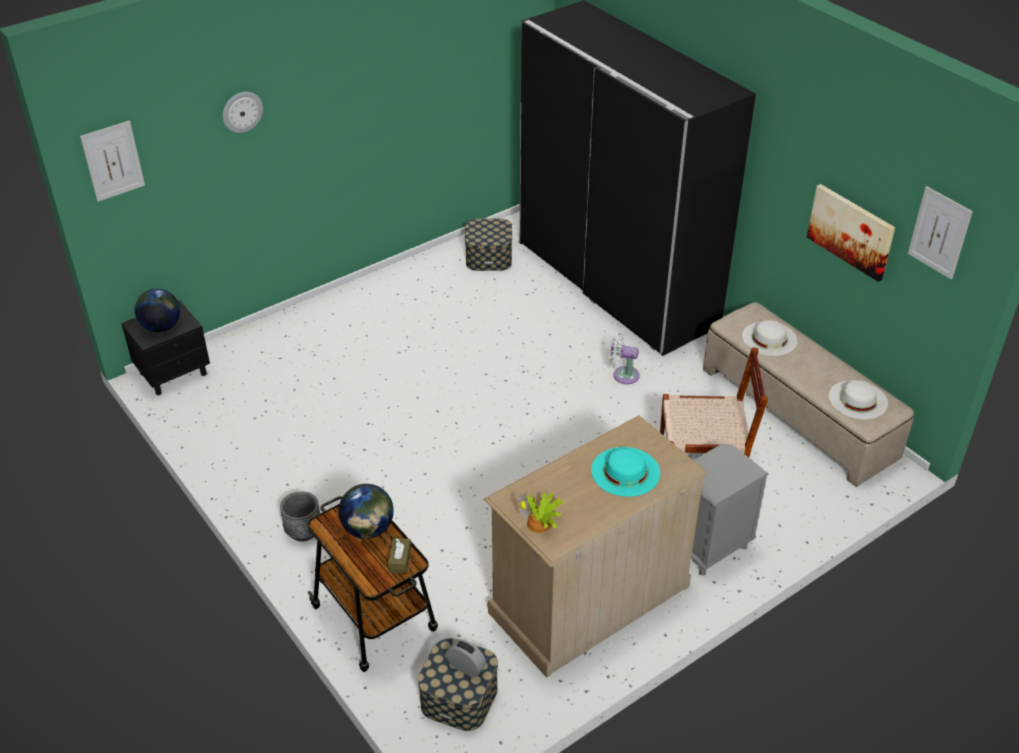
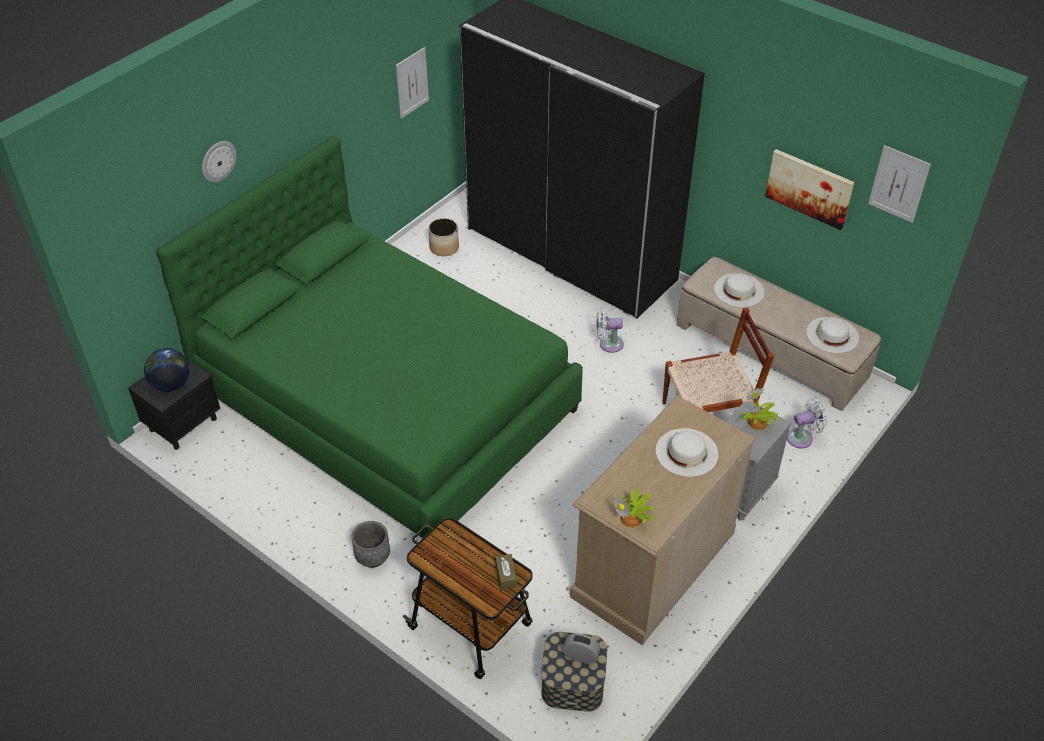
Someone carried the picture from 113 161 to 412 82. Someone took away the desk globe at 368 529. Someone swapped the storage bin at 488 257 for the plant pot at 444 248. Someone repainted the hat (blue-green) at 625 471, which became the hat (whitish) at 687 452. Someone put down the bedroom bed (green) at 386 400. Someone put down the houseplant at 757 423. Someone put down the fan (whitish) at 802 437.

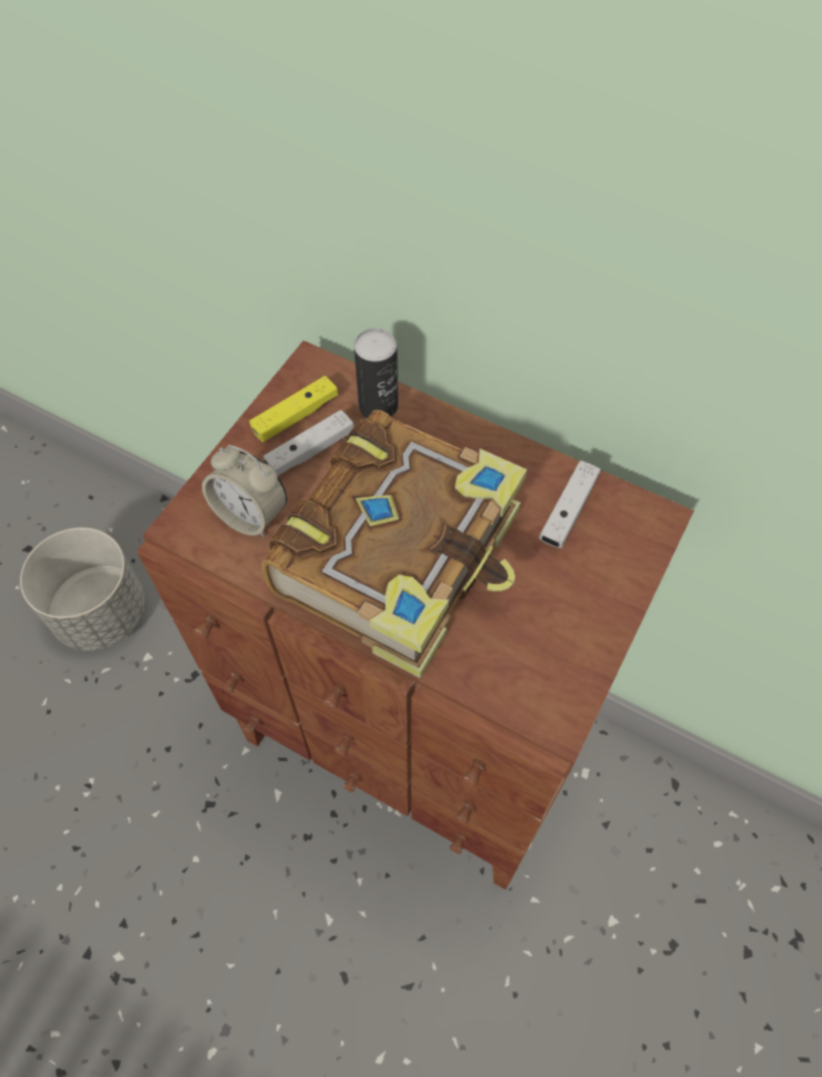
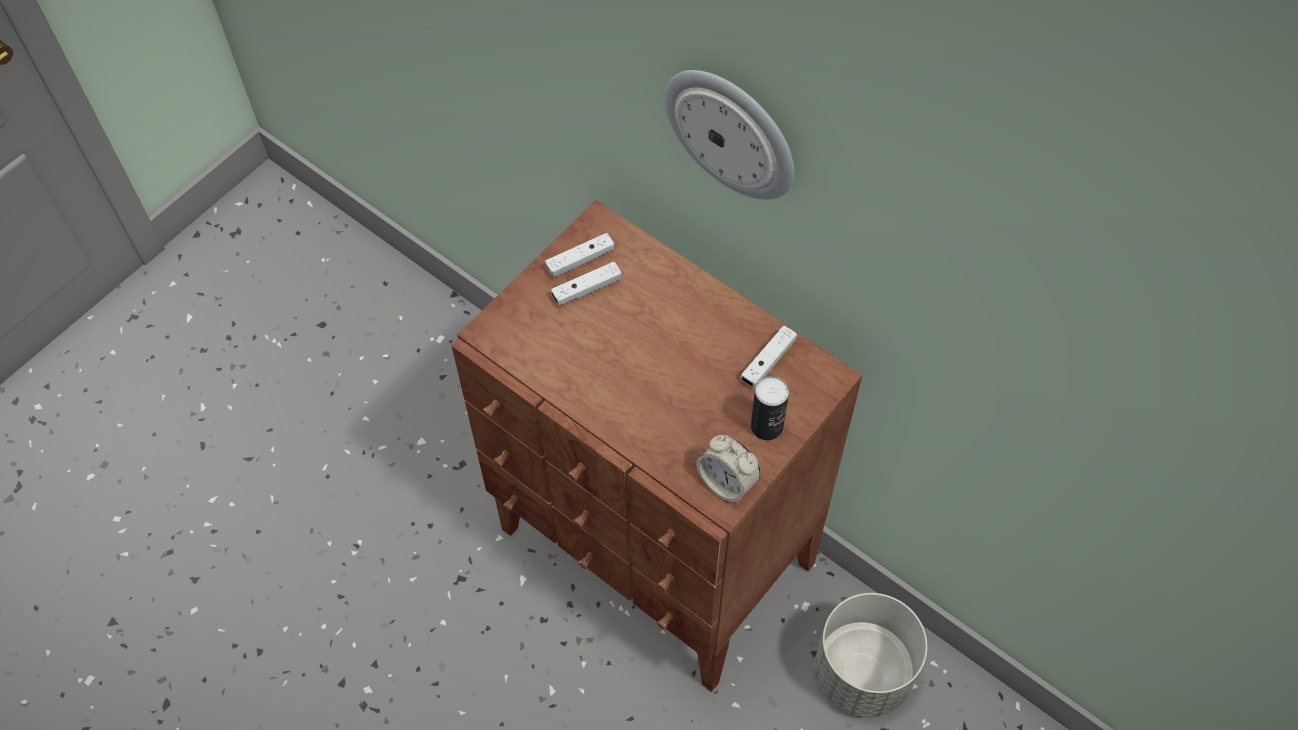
Someone carried the plant pot (grey) from 102 612 to 863 672. Someone carried the alarm clock from 251 515 to 727 482. Someone repainted the gamepad (yellowish) at 295 416, which became the gamepad (whitish) at 580 260. Someone took away the book at 402 554. Someone carried the can from 378 406 to 766 426. Someone put up the wall clock at 732 132.

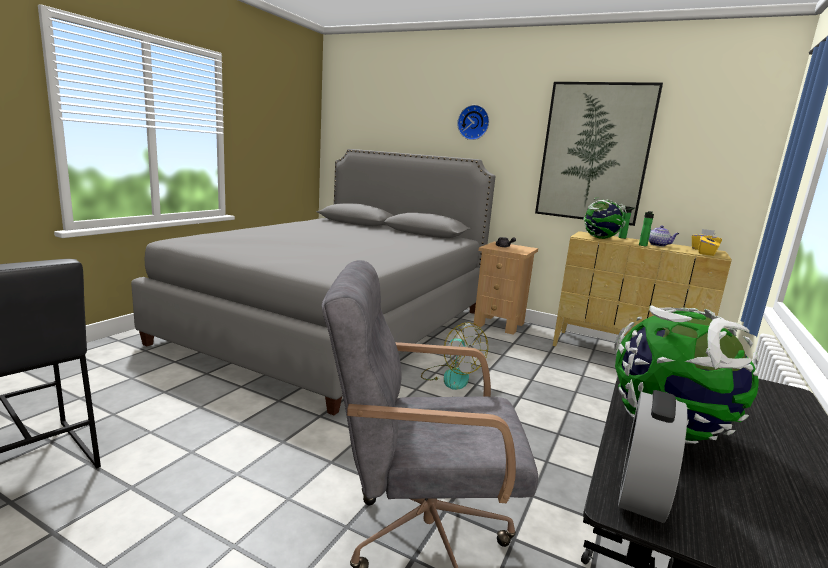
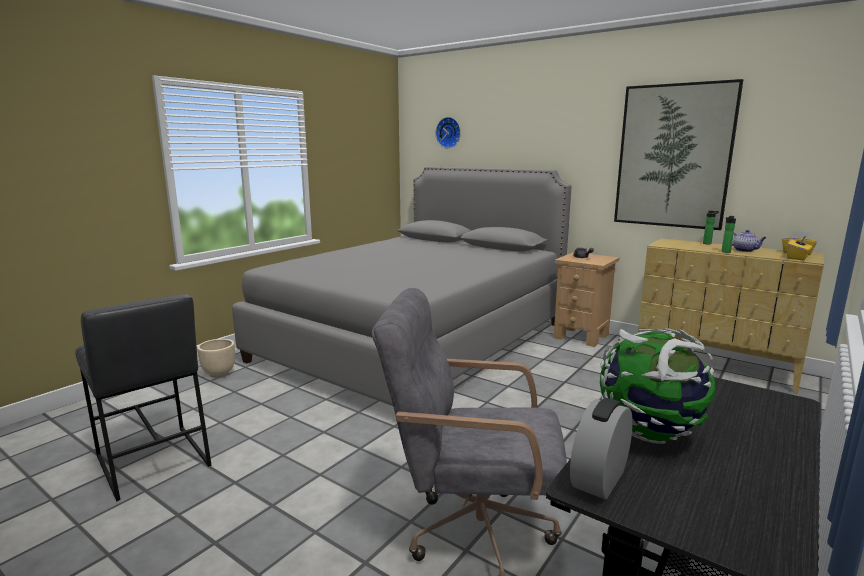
Someone took away the fan at 450 376. Someone carried the wall clock from 474 122 to 449 132. Someone took away the desk globe at 600 238. Someone put down the plant pot (beige) at 219 374.

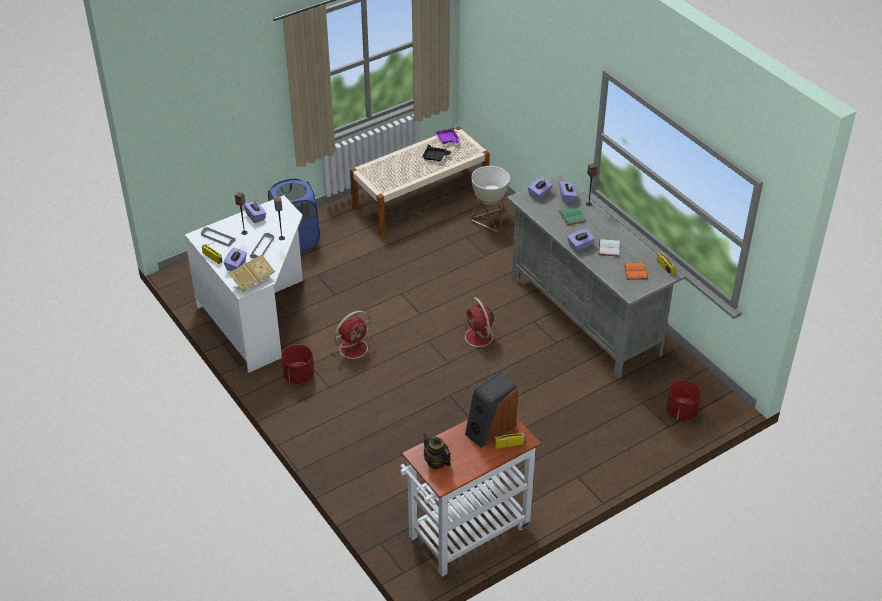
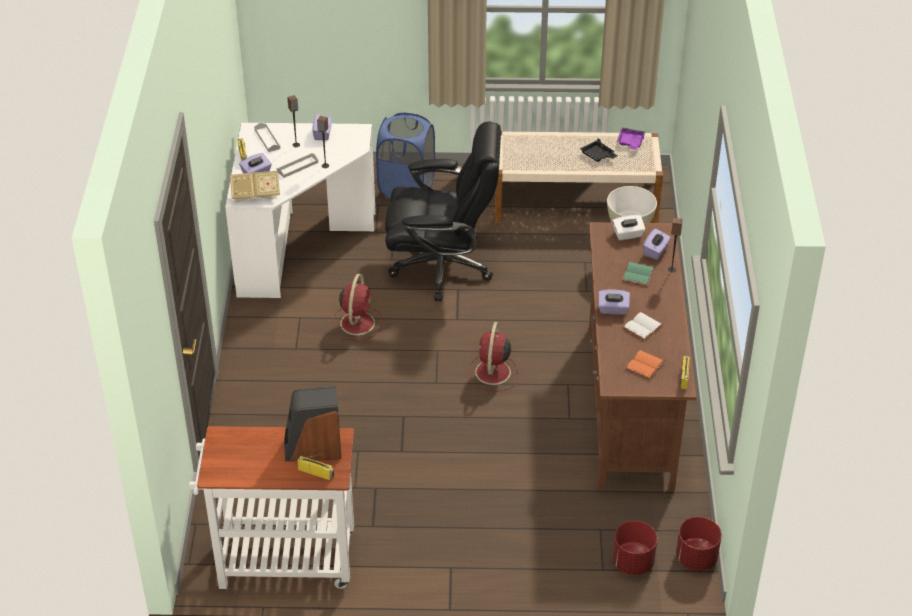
Someone carried the plant pot (red) from 299 376 to 696 558. Someone rotated the fan (red) at 354 348 by 75 degrees counterclockwise. Someone took away the teapot at 436 462. Someone repainted the chest of drawers (grey) at 584 316, which became the chest of drawers (brownish) at 629 406. Someone repainted the tissue box (purple-coloured) at 539 194, which became the tissue box (whitish) at 628 235. Someone put down the desk chair (black) at 442 267.

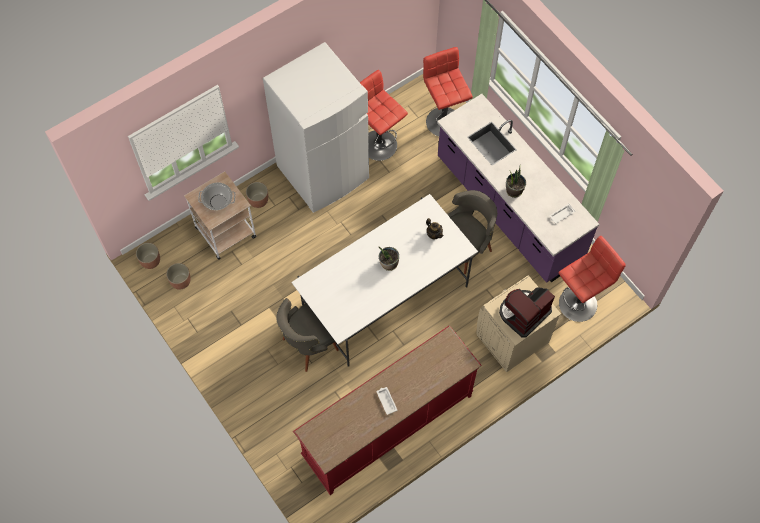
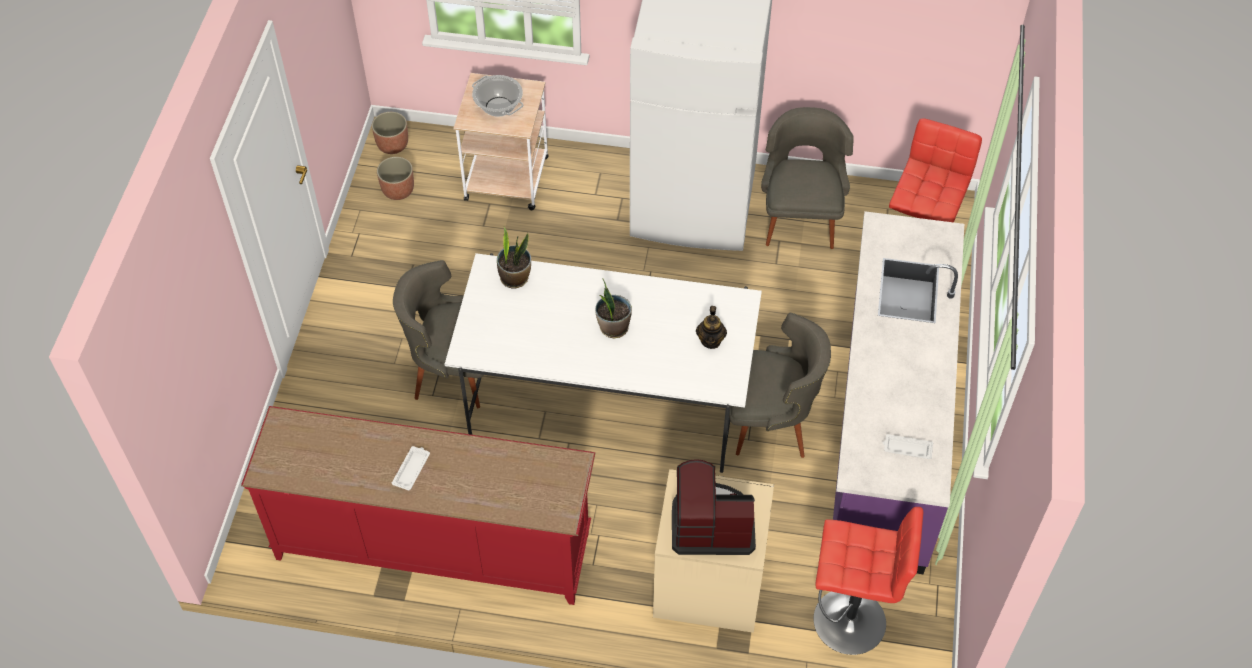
Someone took away the plant pot at 258 200. Someone swapped the stool seat (red) at 379 144 for the chair (grey) at 799 224. Someone carried the houseplant from 514 190 to 515 278.

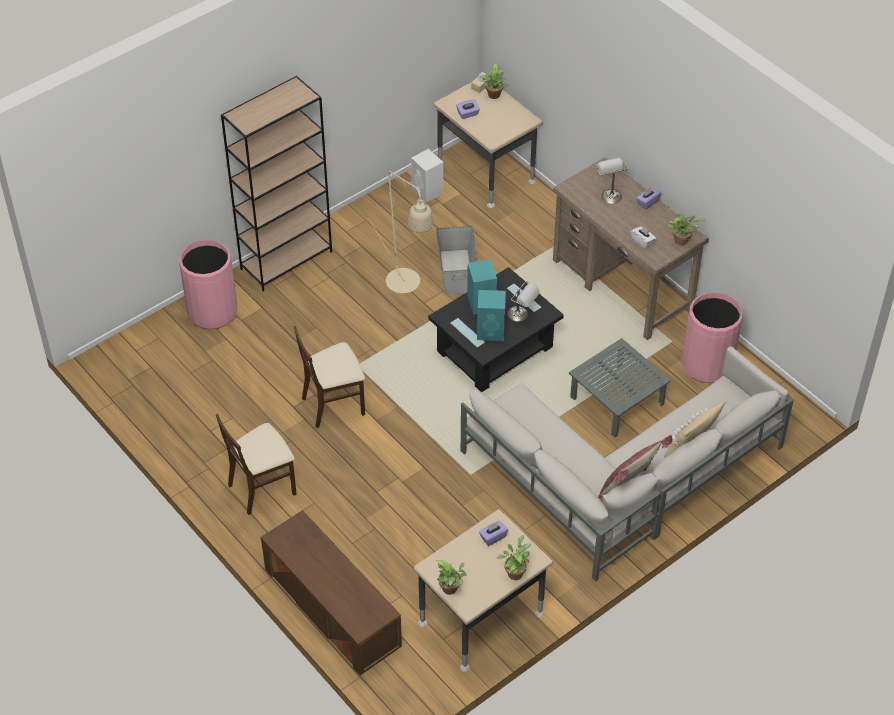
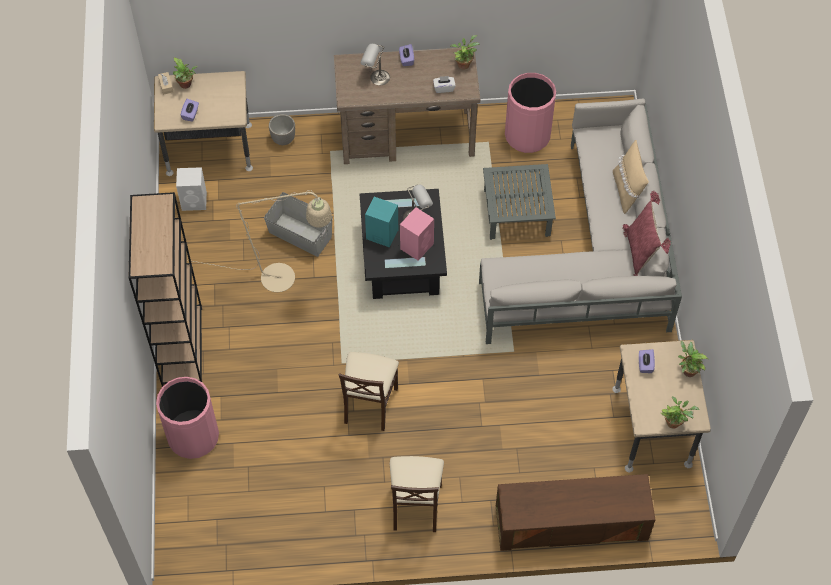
Someone repainted the loudspeaker (blue-green) at 491 331, which became the loudspeaker (pinkish) at 417 245. Someone put down the plant pot at 283 140.

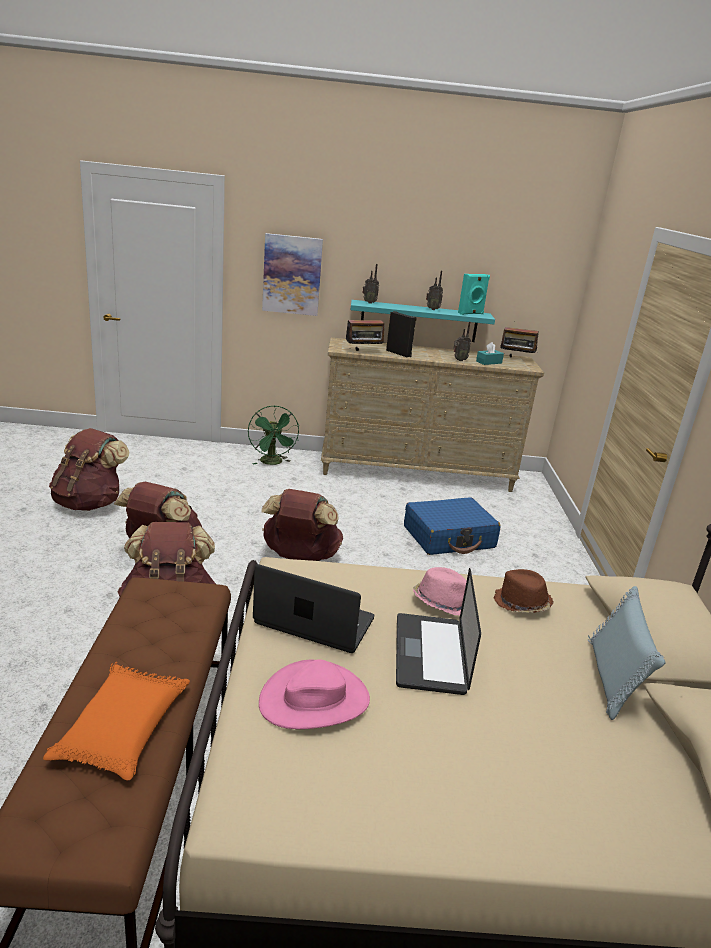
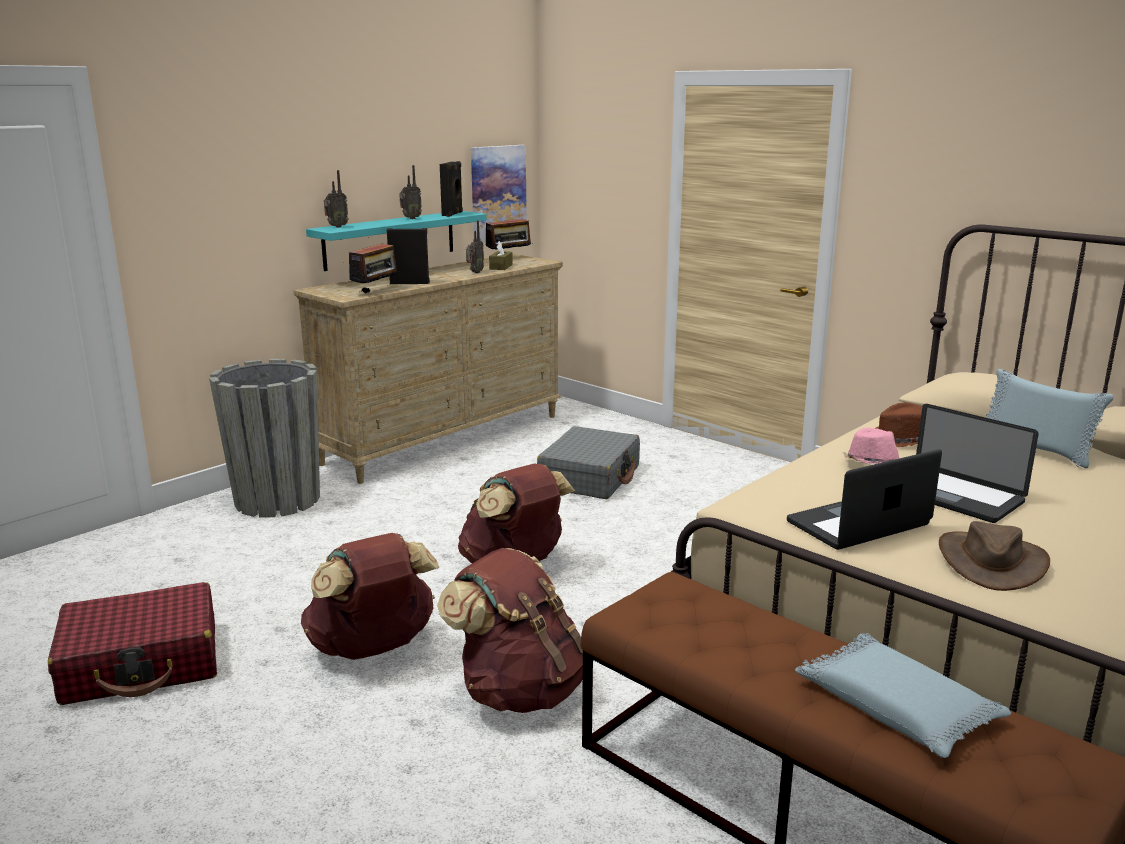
Someone repainted the cushion (orange-coloured) at 122 725, which became the cushion (blue-coloured) at 897 703. Someone swapped the backpack (brownish) at 89 503 for the piece of luggage (red) at 142 663. Someone swapped the fan (green) at 273 463 for the plant pot (grey) at 277 500. Someone repainted the hat (pinkish) at 314 700, which became the hat (brownish) at 991 561. Someone carried the picture from 292 275 to 497 193. Someone repainted the piece of luggage (blue-coloured) at 449 537, which became the piece of luggage (grey) at 590 477. Someone repainted the loudspeaker (blue-green) at 471 313, which became the loudspeaker (black) at 453 214. Someone repainted the tissue box (blue-green) at 489 362, which became the tissue box (brownish) at 501 267.

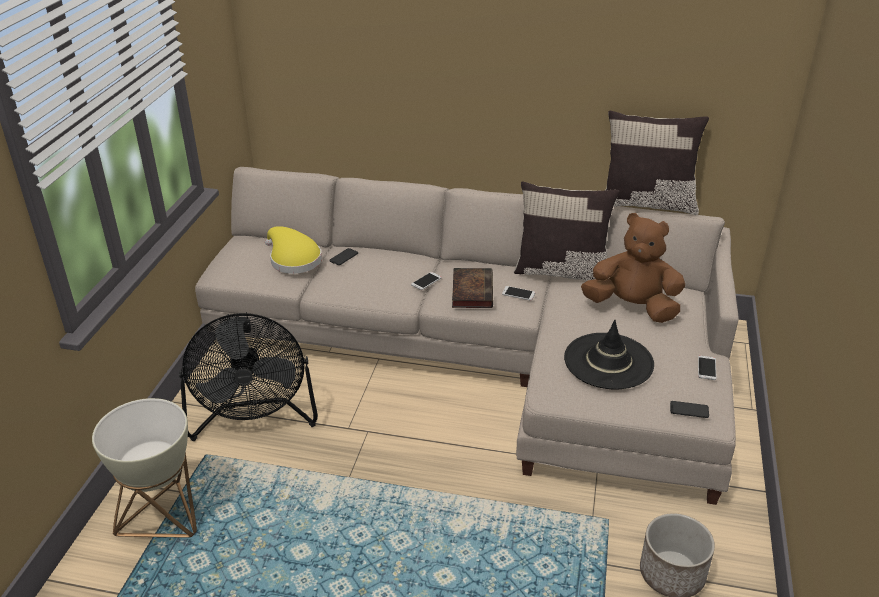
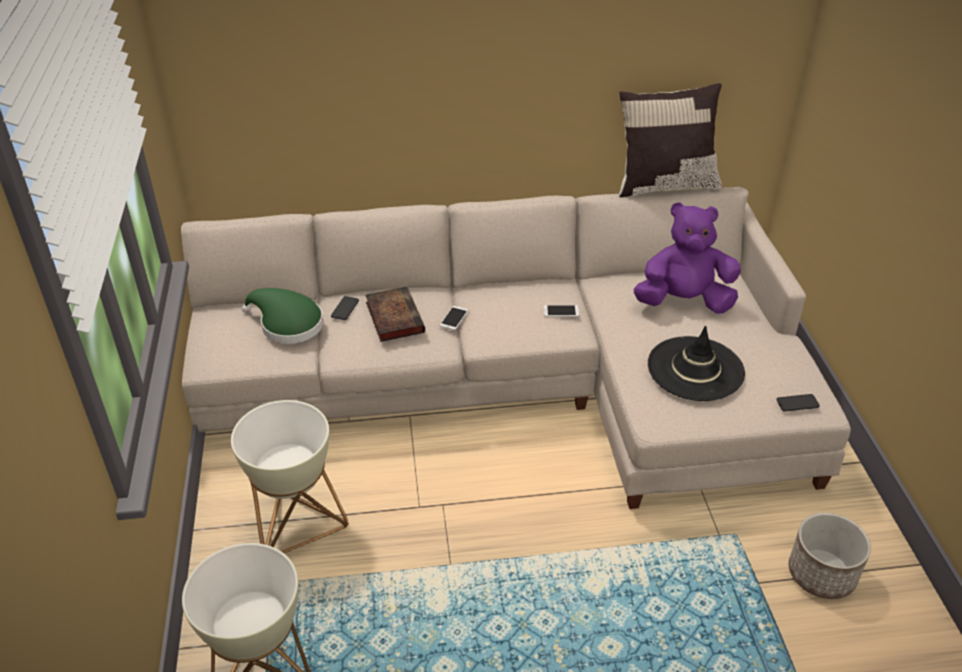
Someone swapped the fan (black) at 249 416 for the plant pot at 298 523. Someone repainted the hat (yellowish) at 293 260, which became the hat (green) at 287 324. Someone carried the book from 471 290 to 393 317. Someone took away the cushion at 562 272. Someone repainted the plush toy (brownish) at 632 307, which became the plush toy (purple-coloured) at 684 302. Someone took away the handset at 707 368.

